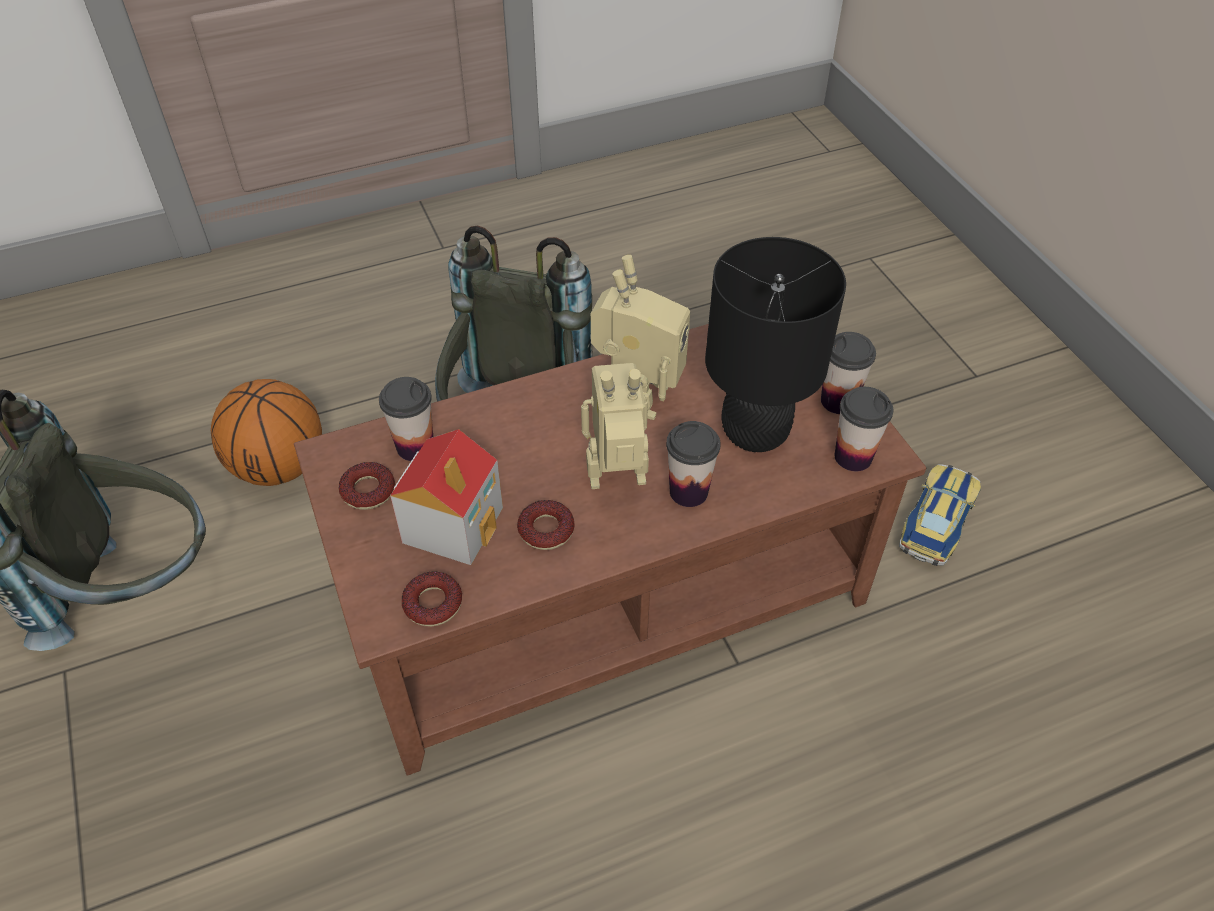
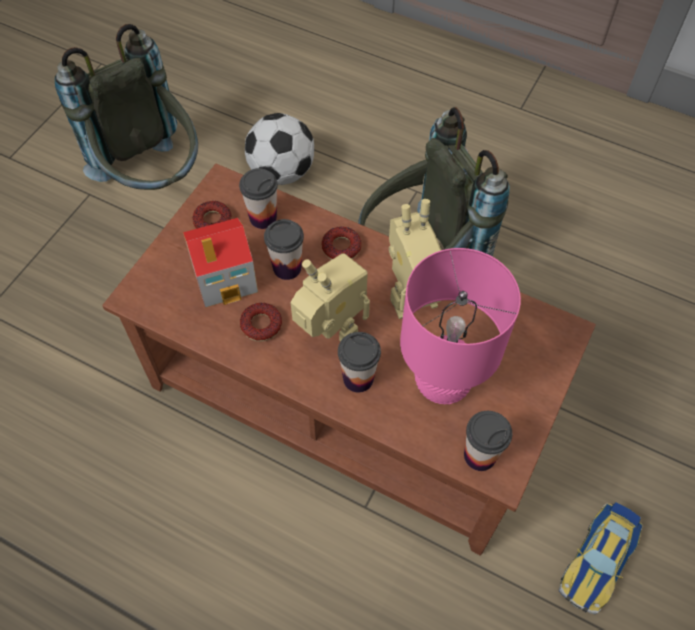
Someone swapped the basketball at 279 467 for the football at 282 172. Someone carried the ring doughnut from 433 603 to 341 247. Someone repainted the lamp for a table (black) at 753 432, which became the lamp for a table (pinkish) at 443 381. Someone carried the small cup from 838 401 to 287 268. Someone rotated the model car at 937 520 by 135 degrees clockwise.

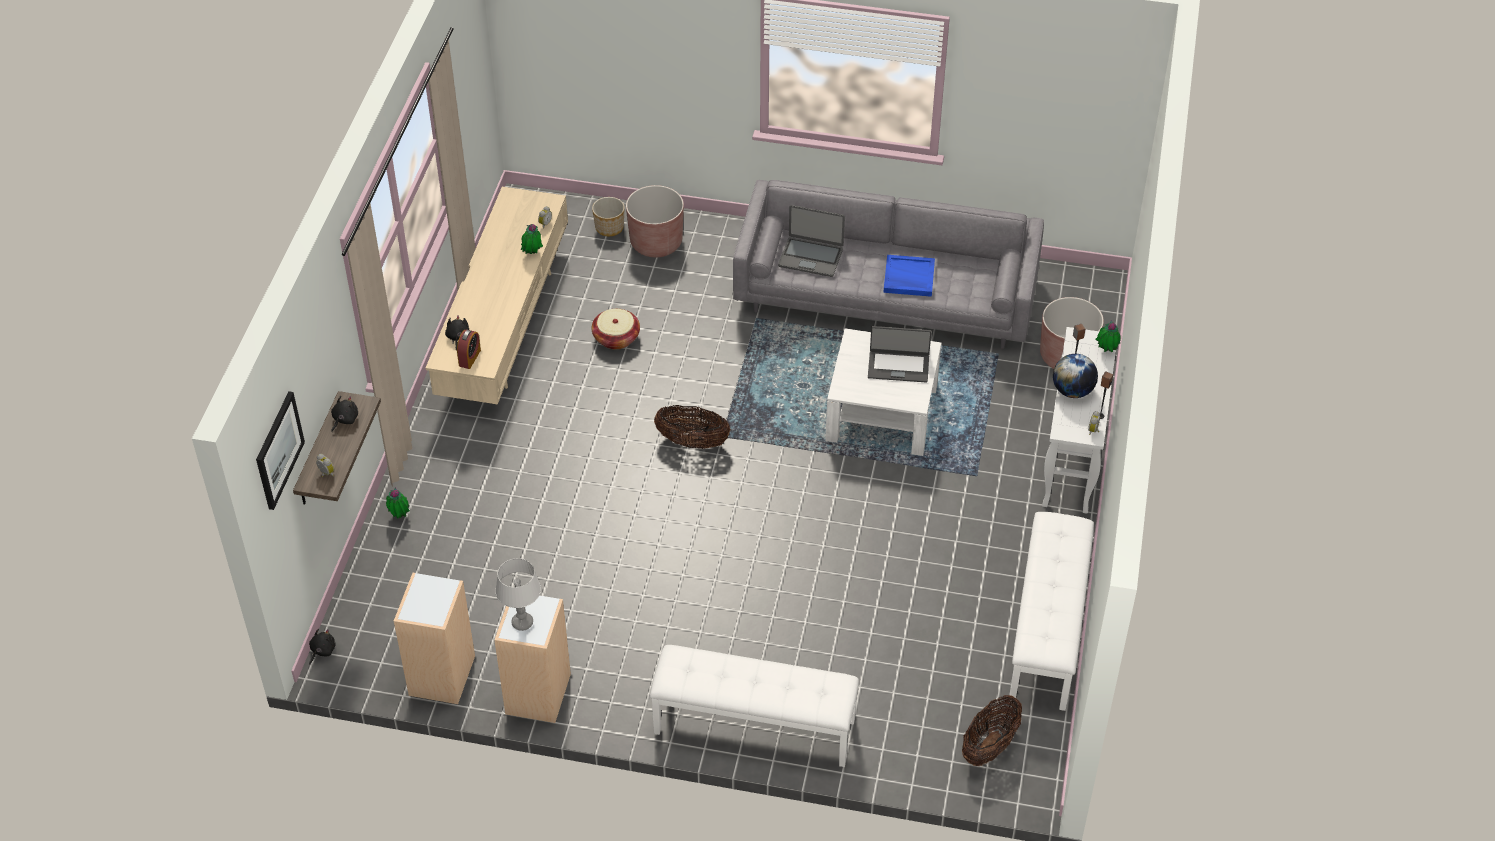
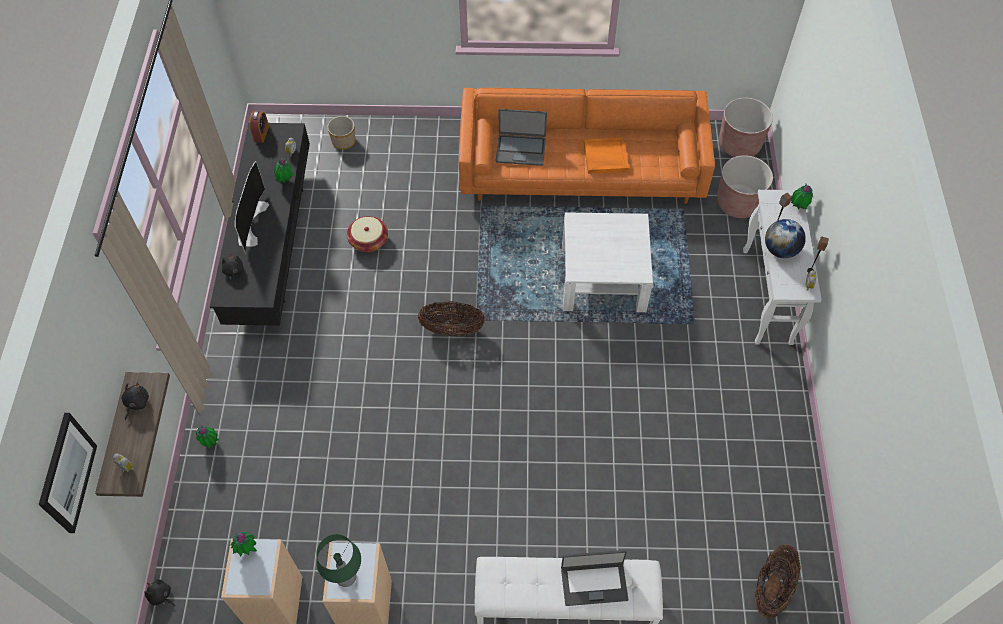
Someone rotated the plush toy (black) at 322 651 by 75 degrees counterclockwise. Someone repainted the tv unit (beige) at 503 326, which became the tv unit (black) at 270 244. Someone carried the alarm clock from 469 358 to 261 133. Someone repainted the lamp for a table (grey) at 522 623, which became the lamp for a table (green) at 346 577. Someone carried the plant pot (brownish) from 656 242 to 739 144. Someone repainted the sofa (grey) at 886 295, which became the sofa (orange-coloured) at 581 169. Someone carried the laptop from 898 366 to 594 583. Someone repainted the tray (blue-coloured) at 908 278, which became the tray (orange-coloured) at 605 157. Someone took away the indoor bench (whitish) at 1048 630. Someone put down the houseplant at 247 550. Someone put down the TV at 251 222.

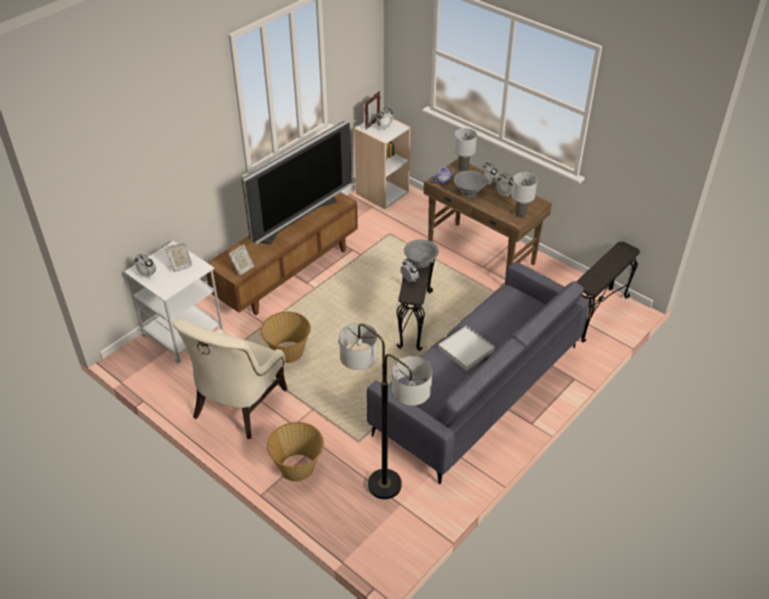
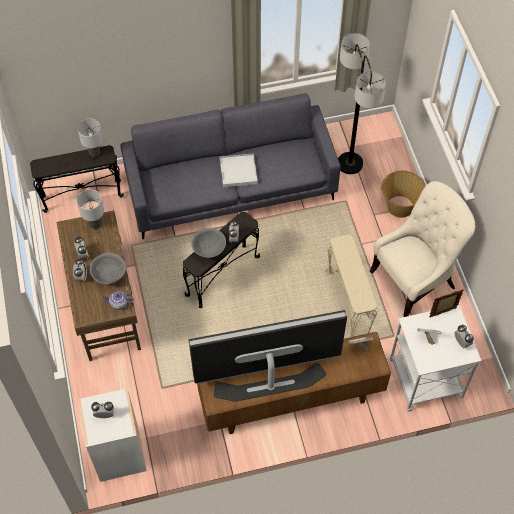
Someone swapped the basket at 288 353 for the accent table (beige) at 348 305. Someone carried the standing frame from 372 124 to 443 313. Someone carried the lamp for a table (whitish) from 463 168 to 94 153.

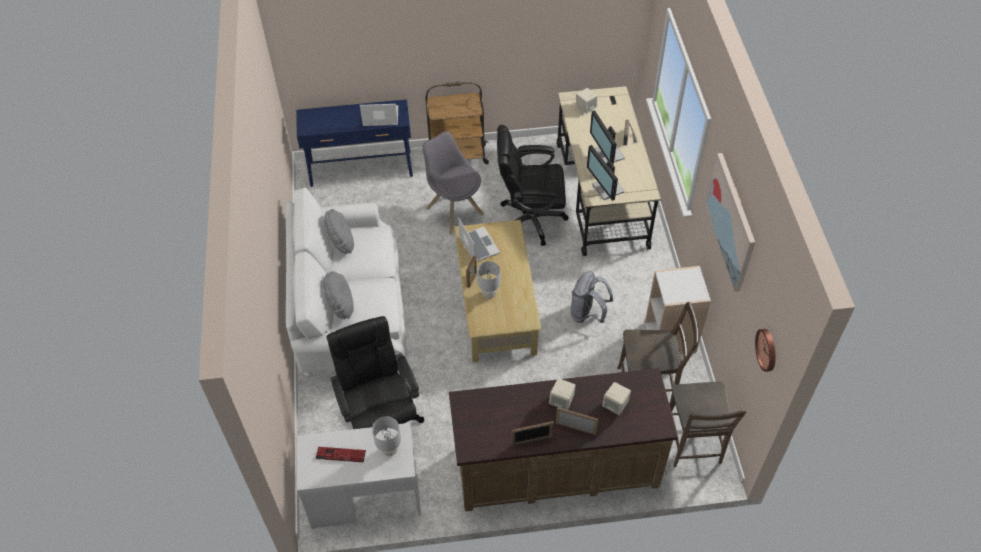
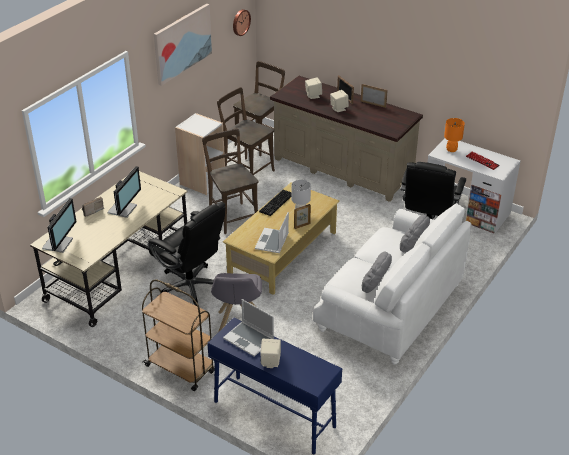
Someone repainted the lamp for a table (grey) at 390 450, which became the lamp for a table (orange-coloured) at 451 150. Someone swapped the backpack (grey) at 588 314 for the chair (brownish) at 232 216. Someone carried the loudspeaker (beige) from 585 108 to 270 362. Someone carried the monitor from 607 189 to 59 244. Someone put down the computer keyboard at 277 203.

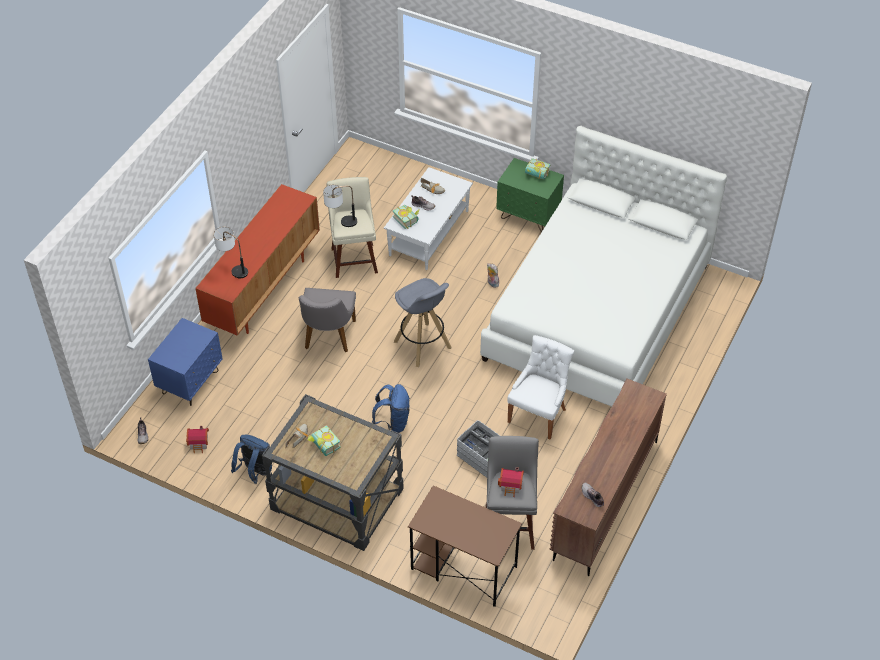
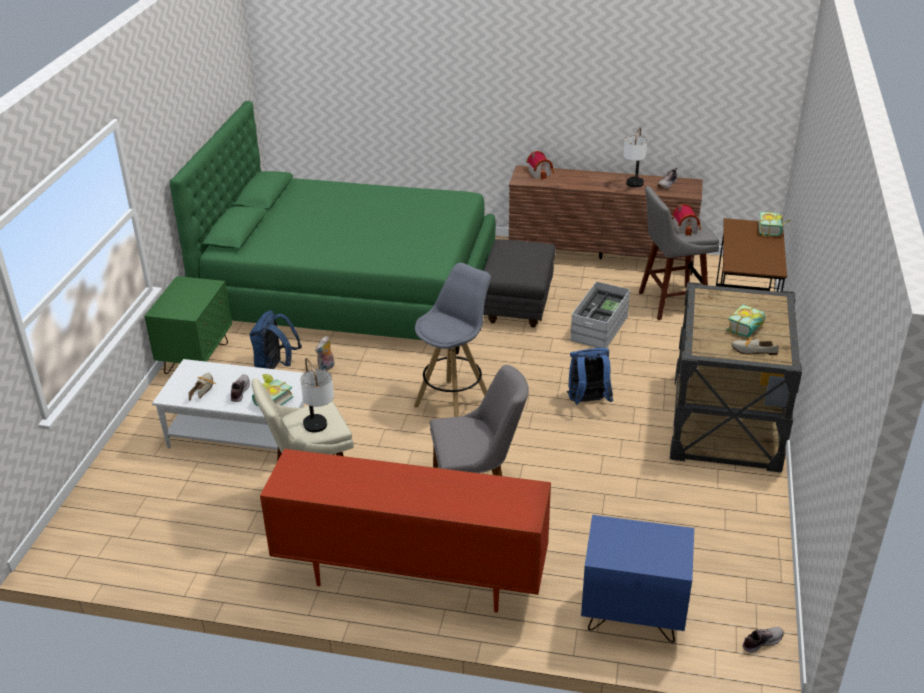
Someone carried the model house from 199 443 to 540 173. Someone carried the lamp for a table from 233 268 to 632 187. Someone carried the backpack (blue-coloured) from 255 472 to 276 367. Someone repainted the bedroom bed (whitish) at 598 312, which became the bedroom bed (green) at 350 290. Someone swapped the chair (whitish) at 538 414 for the footrest (grey) at 517 307. Someone carried the book from 536 175 to 772 230.

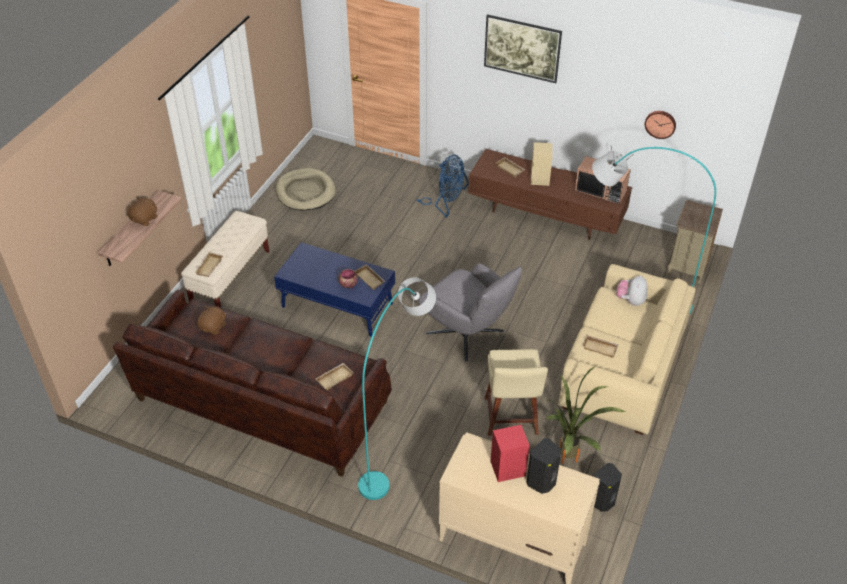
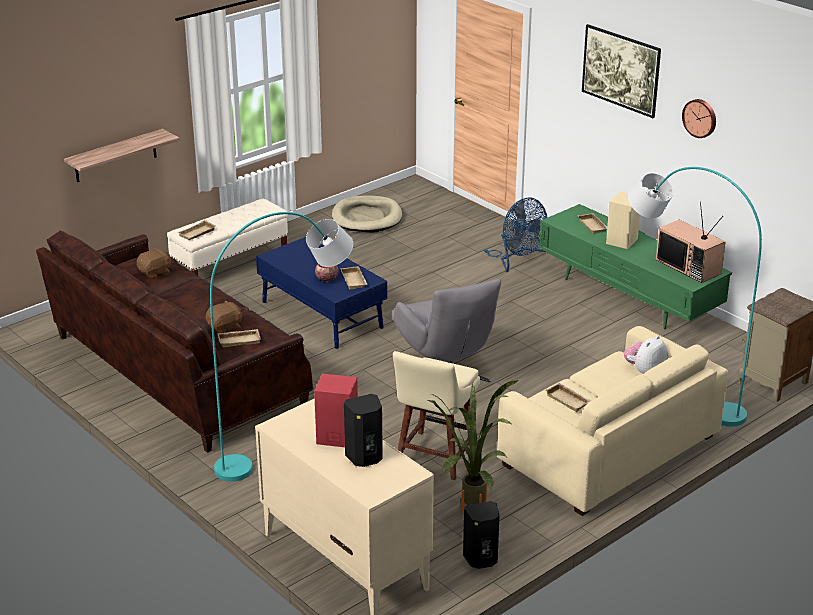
Someone carried the plush toy (brownish) from 145 219 to 225 328. Someone repainted the tv unit (brownish) at 546 215, which became the tv unit (green) at 629 296. Someone carried the wall clock from 660 123 to 700 118.

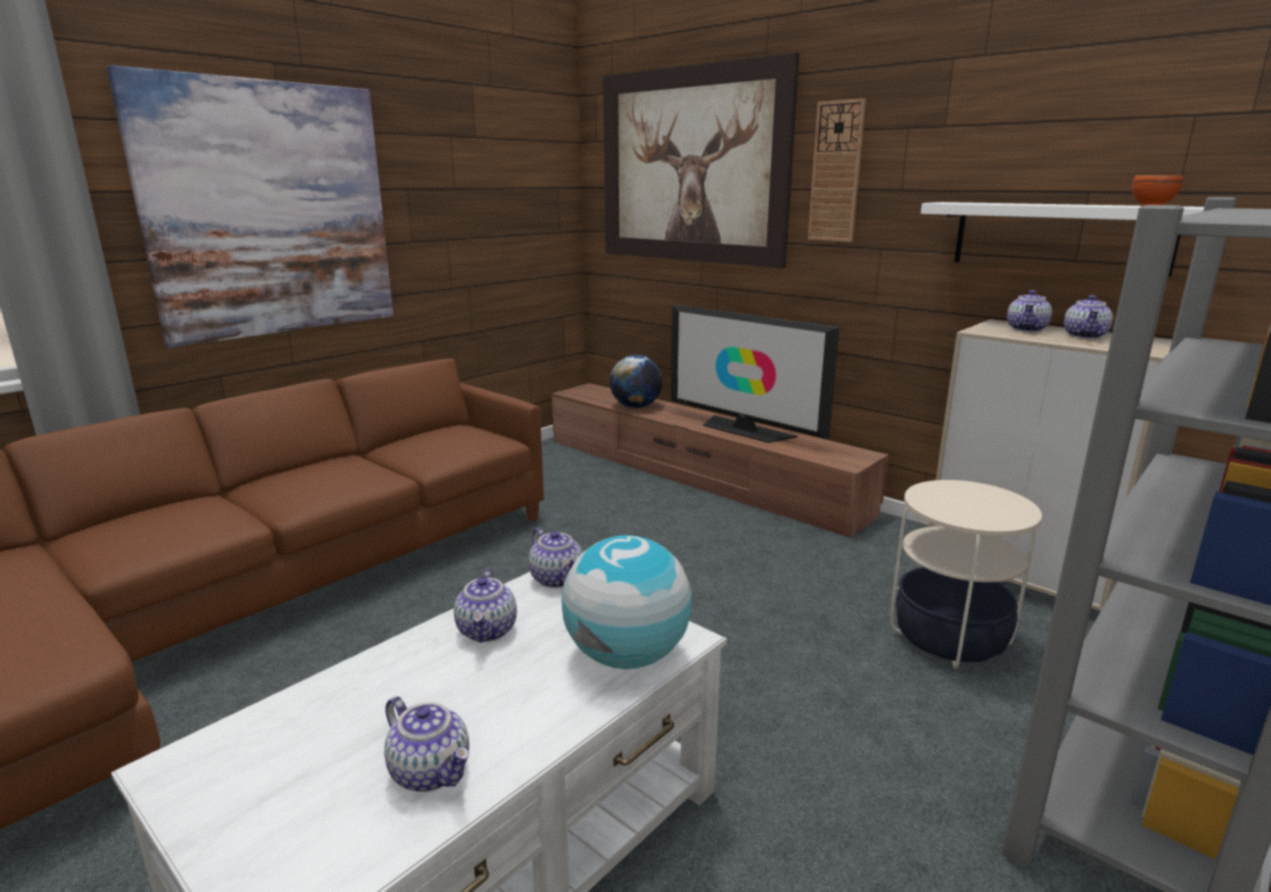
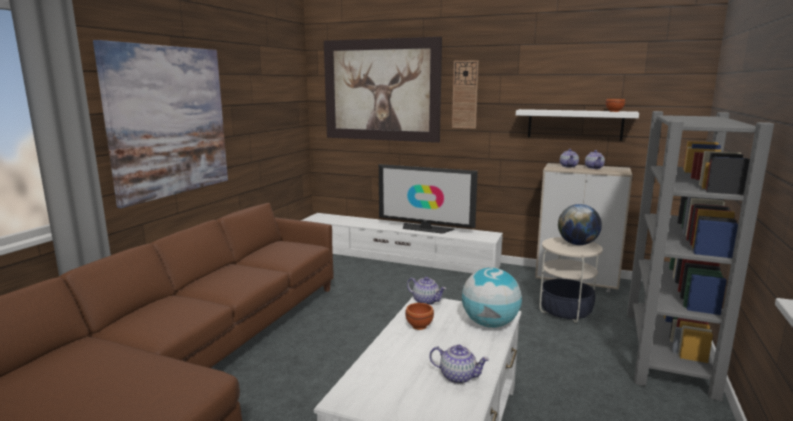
Someone swapped the teapot at 488 631 for the serving bowl (brownish) at 419 326. Someone repainted the tv unit (brownish) at 697 474, which became the tv unit (whitish) at 397 256. Someone carried the desk globe from 636 407 to 577 244.

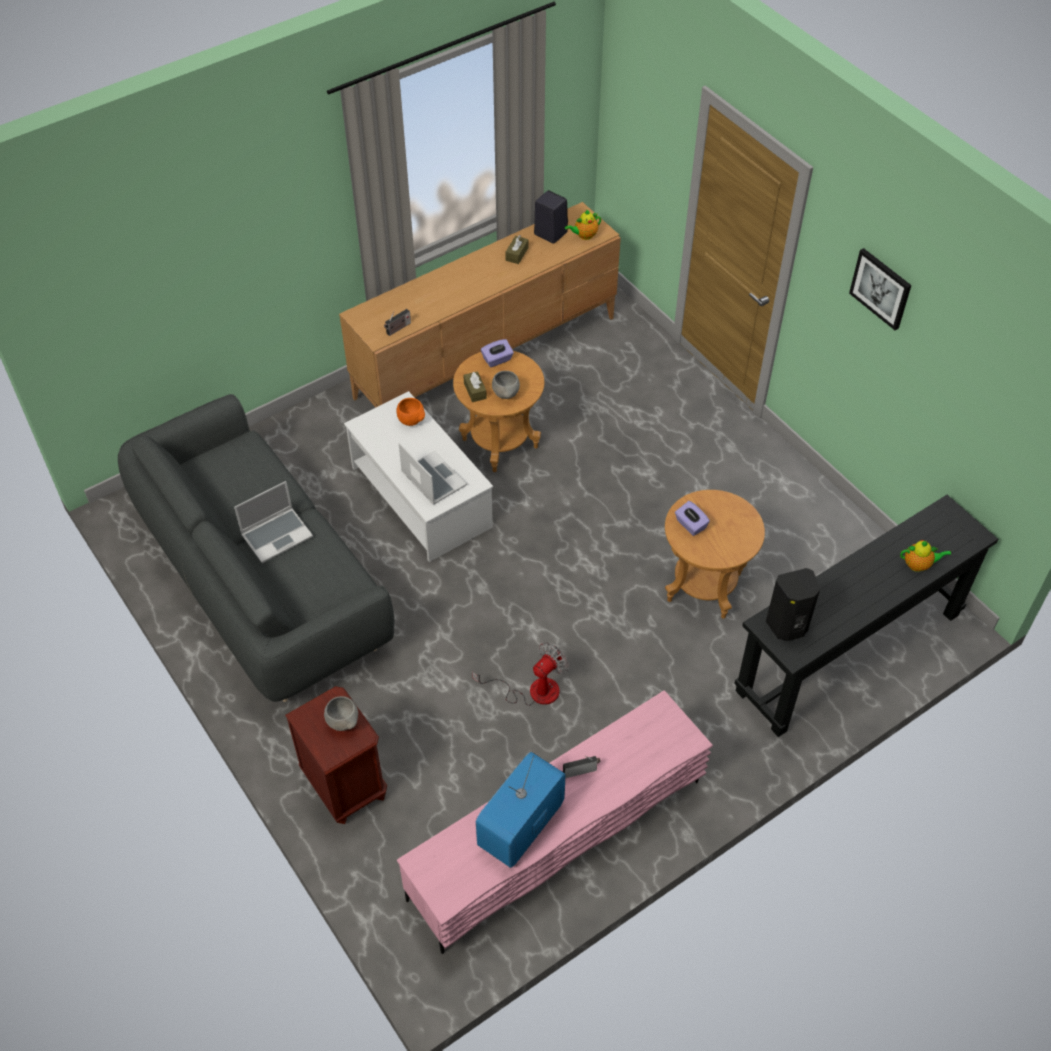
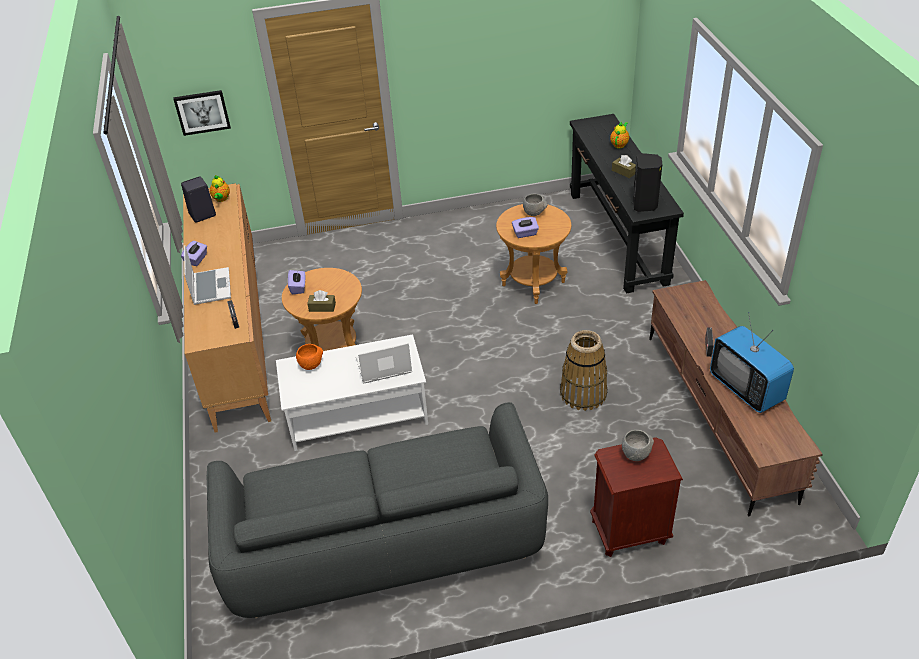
Someone carried the laptop from 277 535 to 210 287. Someone repainted the tv unit (pinkish) at 557 842, which became the tv unit (brownish) at 720 414. Someone swapped the fan at 532 690 for the basket at 583 394. Someone carried the serving bowl (grey) from 506 395 to 534 214. Someone carried the tissue box (brownish) from 517 254 to 624 172. Someone carried the picture from 881 288 to 202 112. Someone put down the tissue box (purple-coloured) at 197 259.

